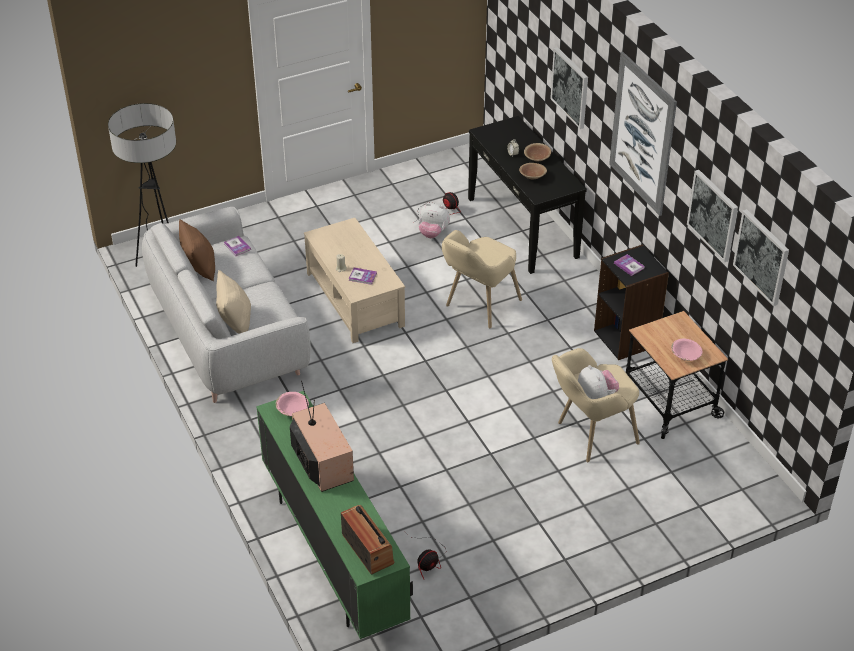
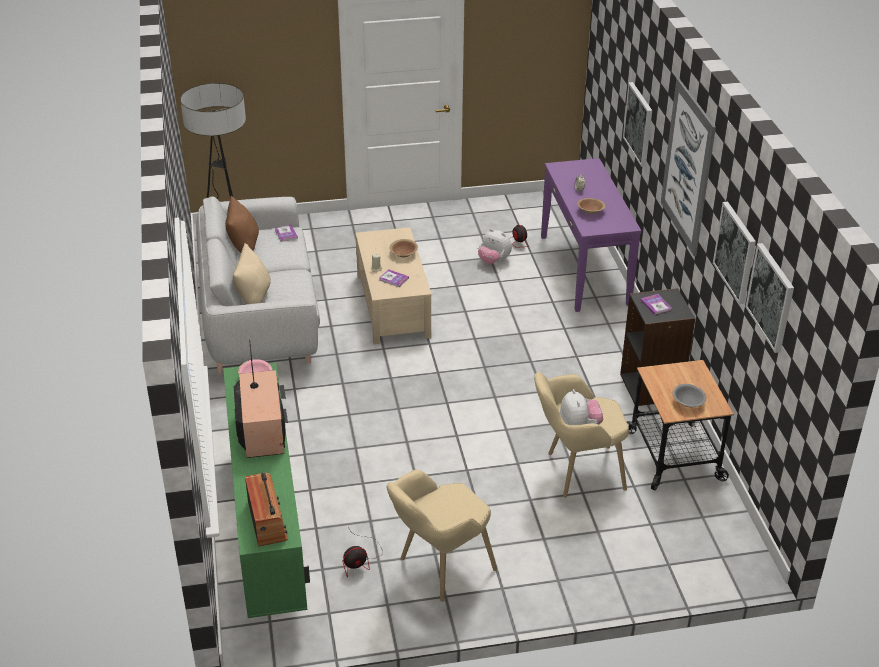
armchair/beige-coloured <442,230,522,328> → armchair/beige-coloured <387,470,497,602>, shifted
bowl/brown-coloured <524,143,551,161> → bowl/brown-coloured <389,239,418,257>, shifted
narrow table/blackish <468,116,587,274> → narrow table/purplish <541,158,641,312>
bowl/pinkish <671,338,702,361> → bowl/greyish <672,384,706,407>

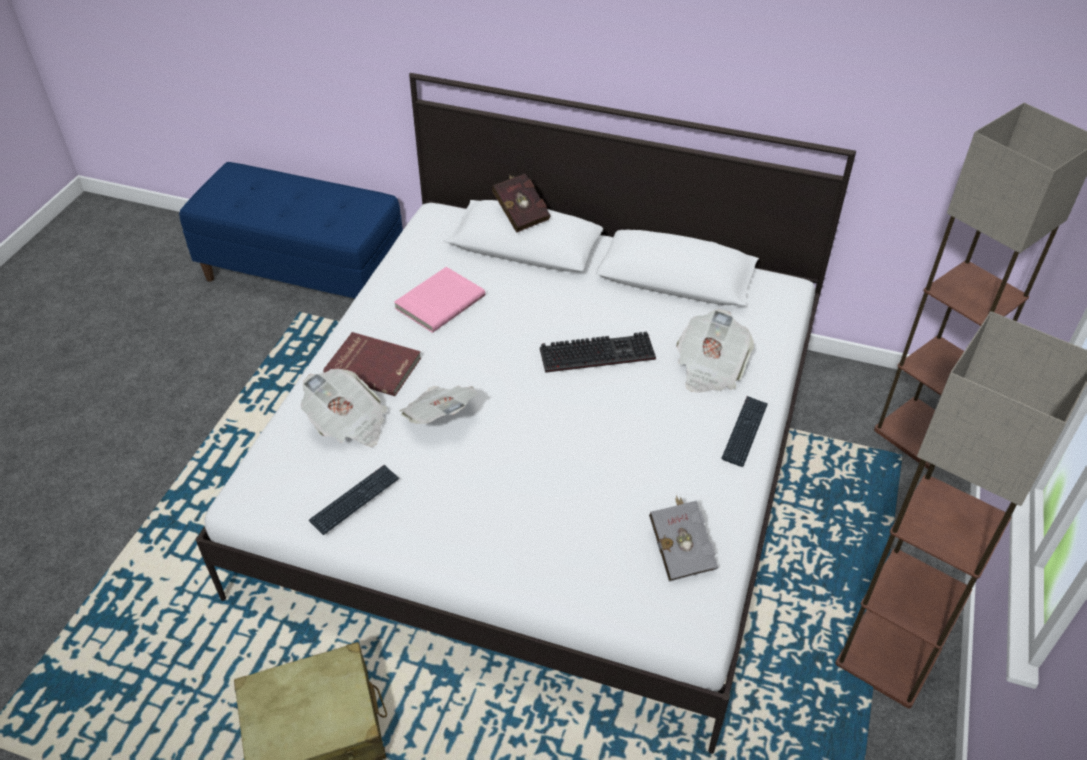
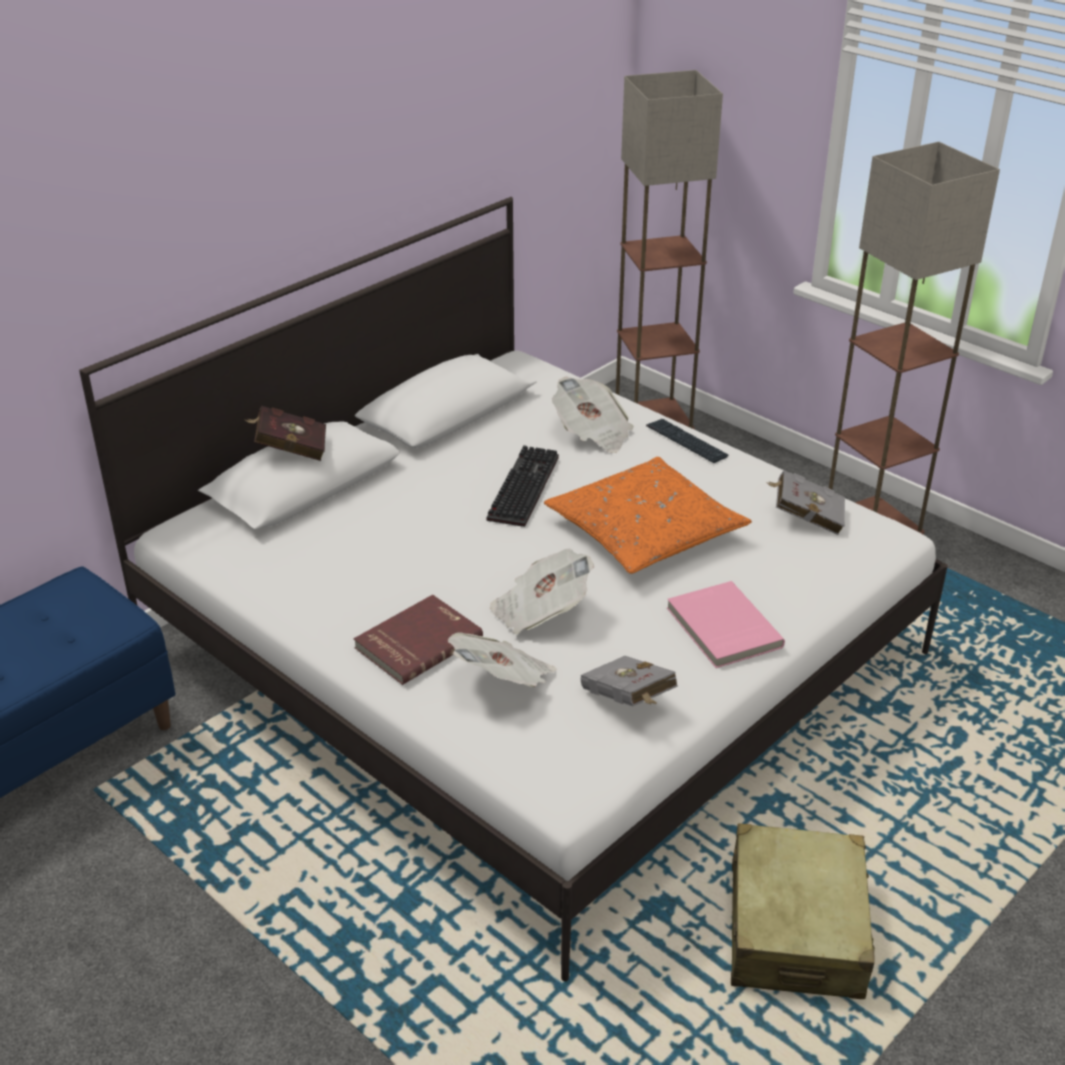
- → cushion/orange-coloured <544,457,752,574>
volume/pinkish <394,267,485,333> → volume/pinkish <667,581,785,668>, shifted
PC keyboard <309,465,400,535> → volume/greyish <581,656,678,707>

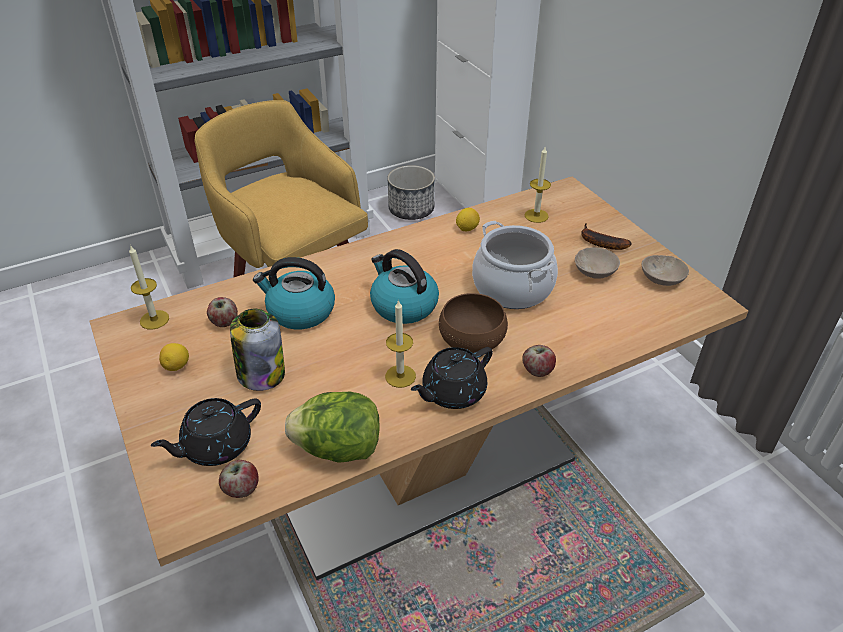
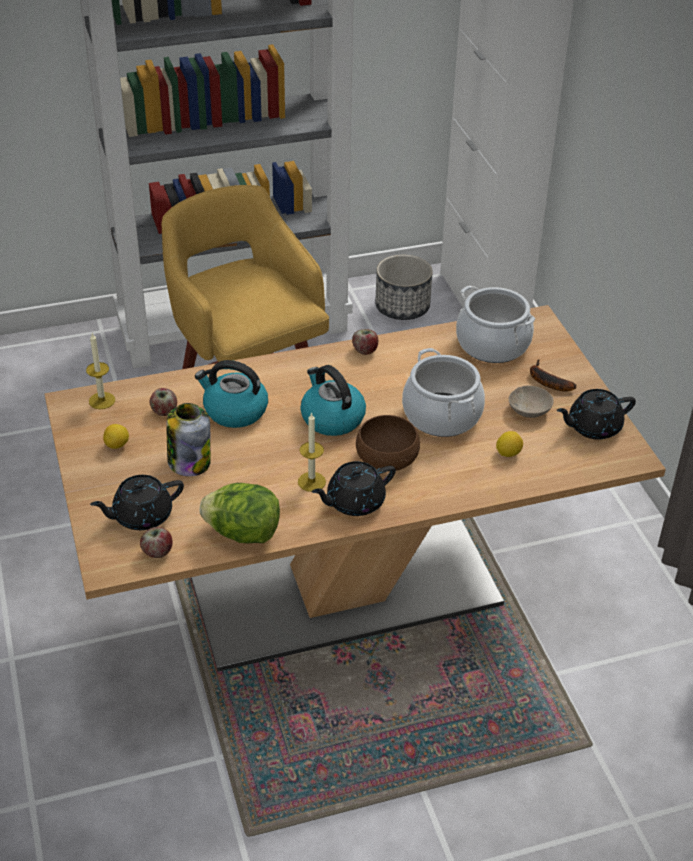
whole lemon <456,208,480,231> → whole lemon <496,431,523,457>, shifted
whole apple <522,345,556,377> → whole apple <352,329,378,355>, shifted
candle <525,147,551,223> → saucepot <456,285,535,363>
bowl/beige-coloured <642,255,689,286> → pot for tea/blackish <557,389,636,440>

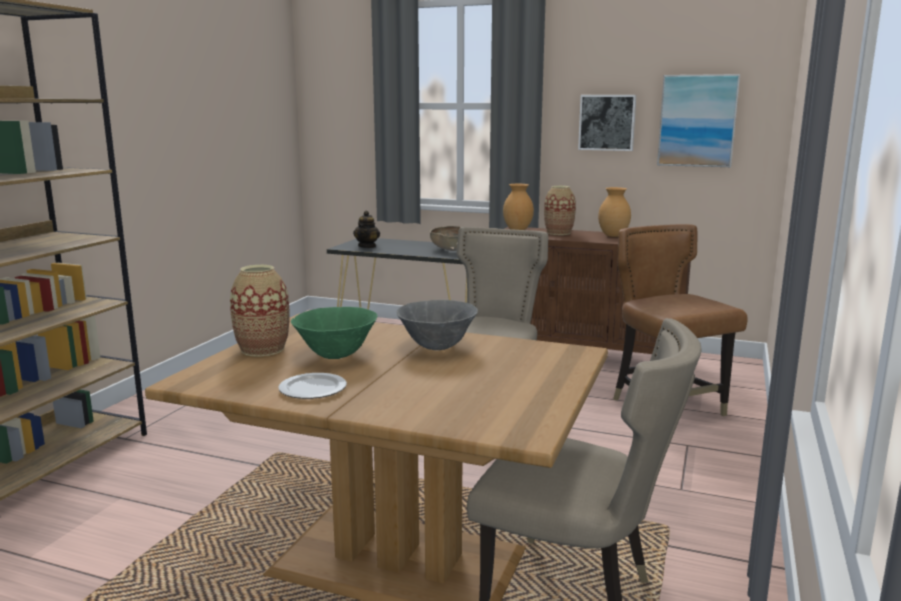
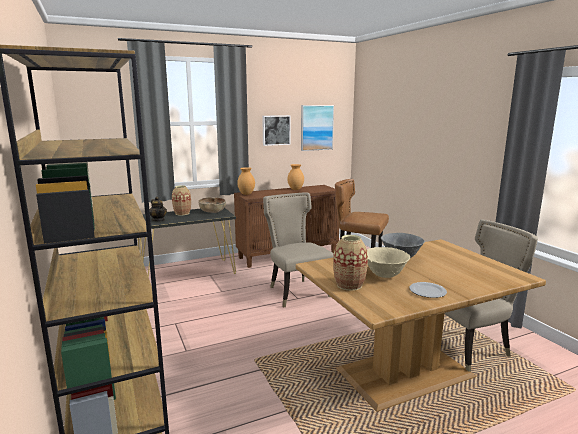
vase <544,186,576,235> → vase <172,185,191,215>, shifted
bowl/green <291,307,377,359> → bowl/beige-coloured <367,247,410,278>

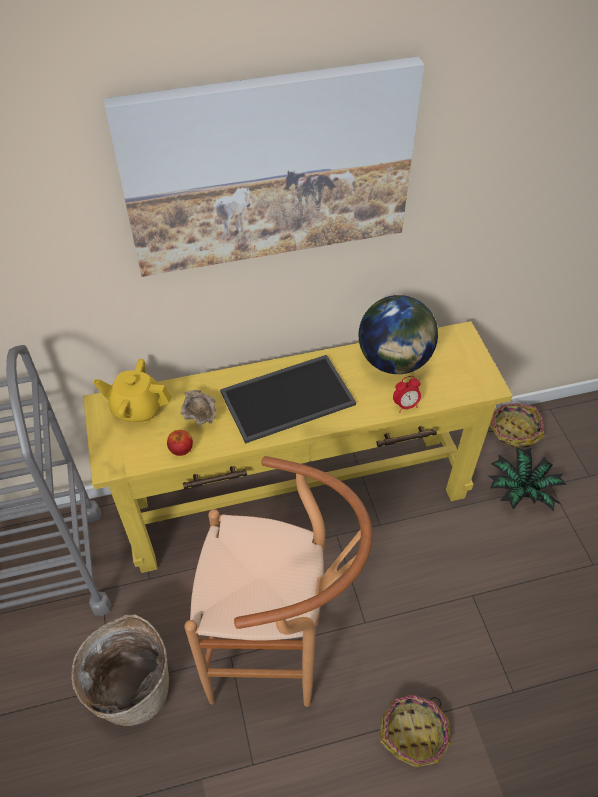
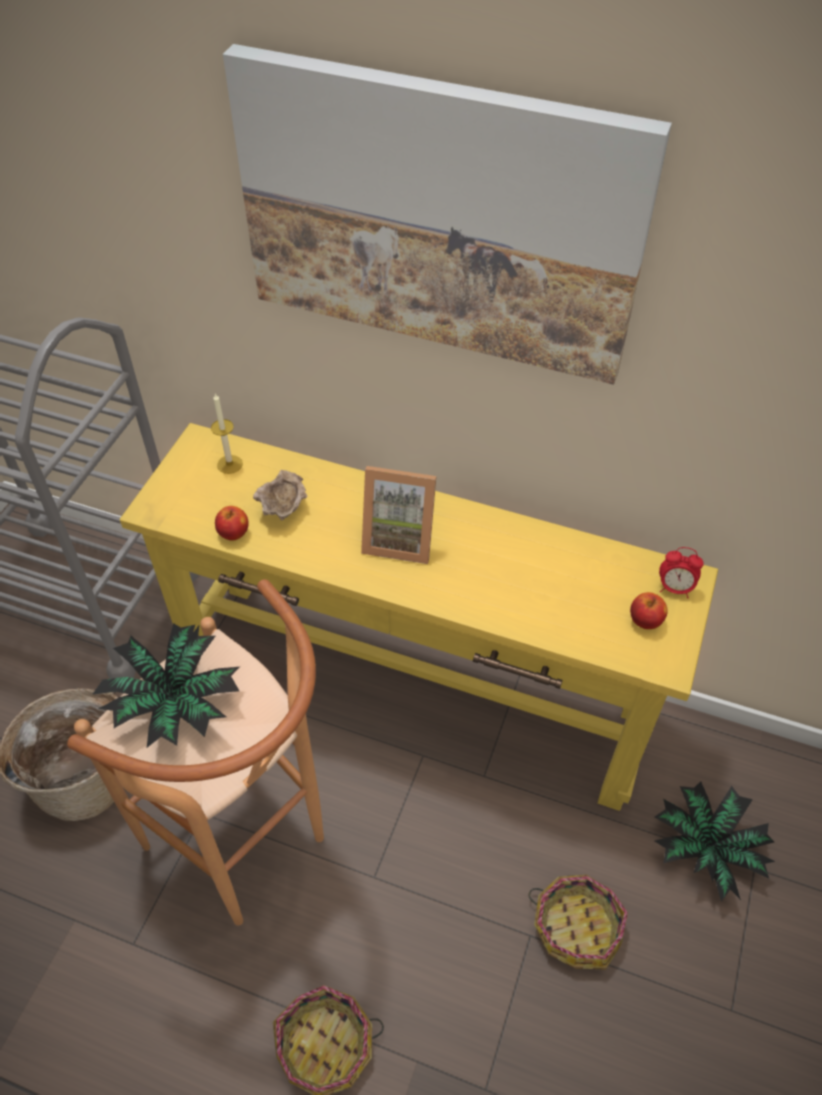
globe <359,295,438,374> → -
- → houseplant <92,623,239,747>
- → whole apple <630,592,668,629>
alarm clock <393,376,421,412> → alarm clock <659,547,704,598>, shifted
basket <487,403,544,448> → basket <528,875,628,970>, shifted
pot for tea/yellow-coloured <93,359,171,423> → candle <211,394,243,474>
tray <220,355,356,444> → photo frame <361,466,437,564>

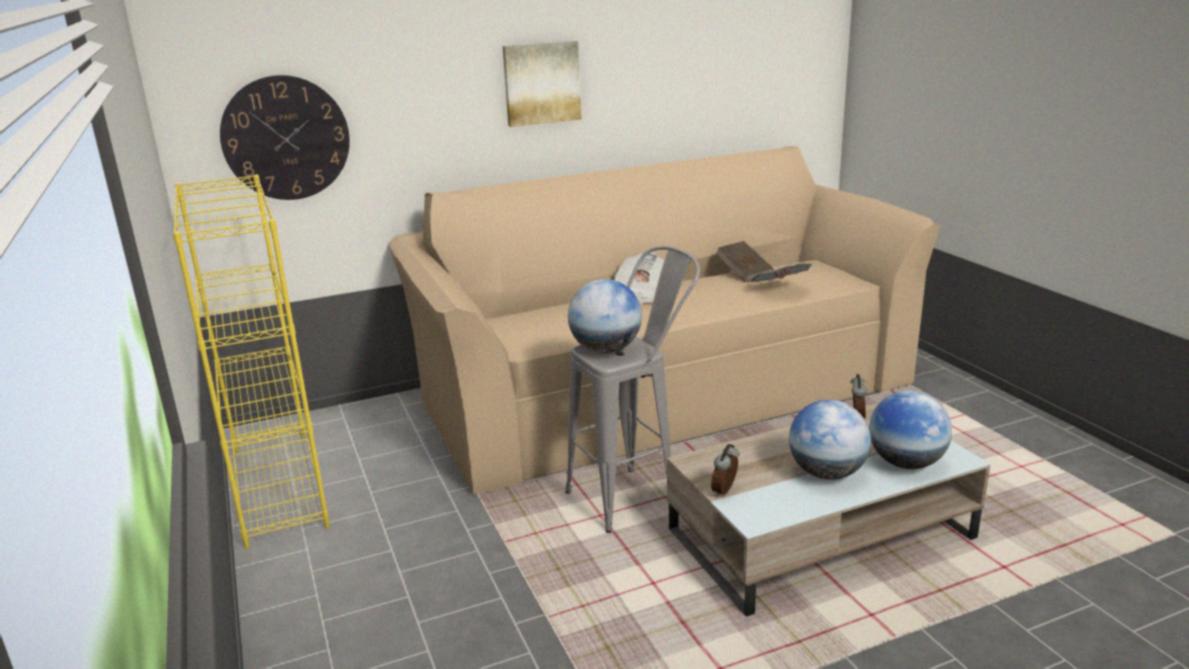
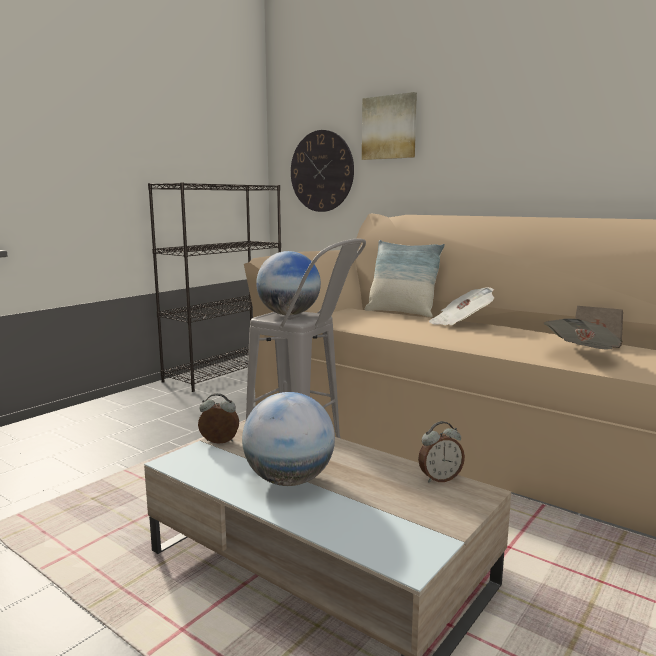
globe <869,390,952,469> → -
- → cushion <365,240,445,317>
picture <503,41,581,127> → picture <362,92,417,160>, shifted
shelving unit/yellow-coloured <173,175,330,549> → shelving unit/blackish <148,182,281,392>

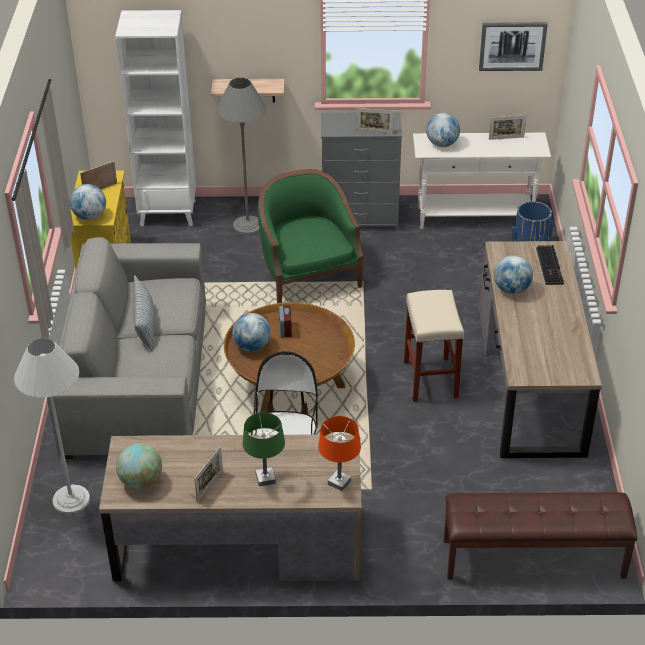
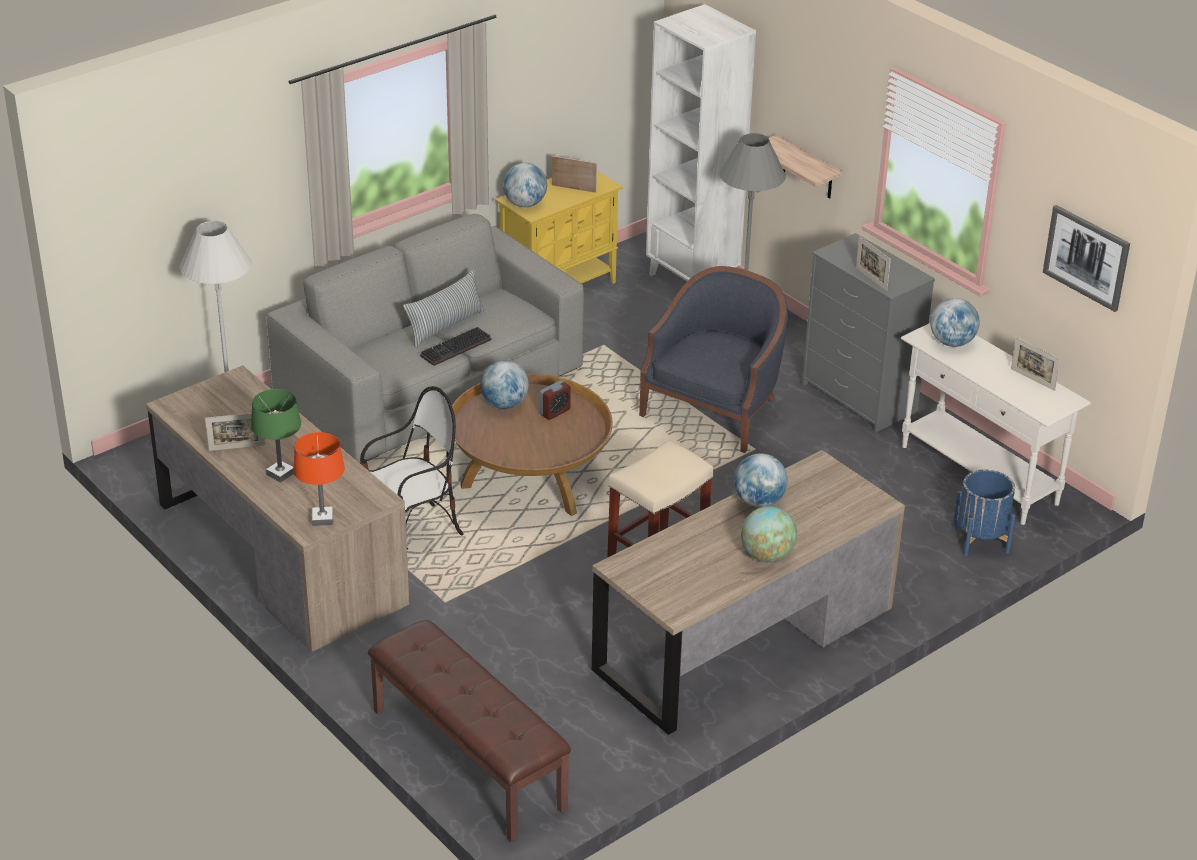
globe <116,443,162,489> → globe <741,506,797,562>, shifted
PC keyboard <536,245,564,285> → PC keyboard <420,327,492,366>, shifted
armchair/green <258,169,363,303> → armchair/blue-coloured <639,266,788,453>

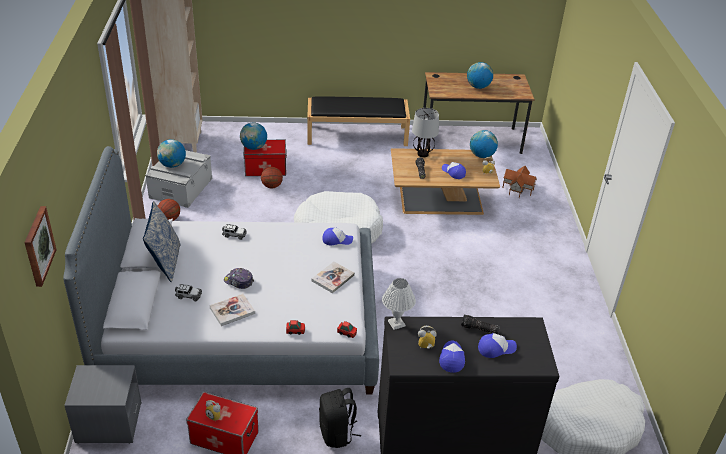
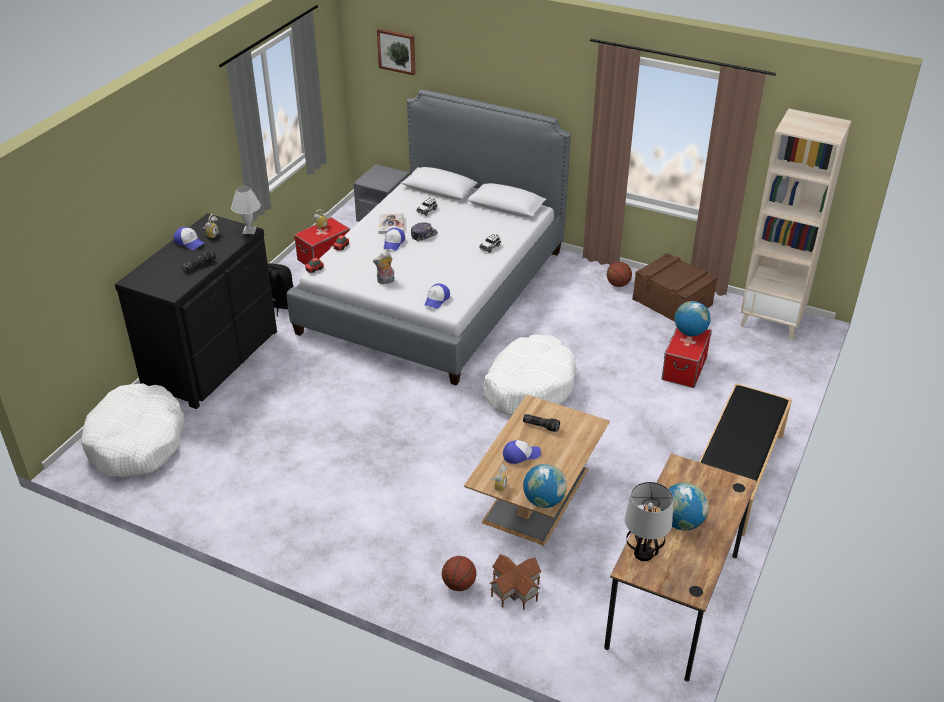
cushion <143,201,181,282> → -
globe <157,139,186,168> → -
ball for basketball <261,167,283,188> → ball for basketball <442,556,476,591>, shifted
lamp for a table <412,108,439,157> → lamp for a table <625,482,673,561>, shifted
cap <478,333,517,358> → cap <384,228,405,250>, shifted
volume <312,261,355,293> → cuddly toy <373,252,395,284>
storage container/greyish <145,150,212,208> → storage container/brown-coloured <632,253,717,322>

